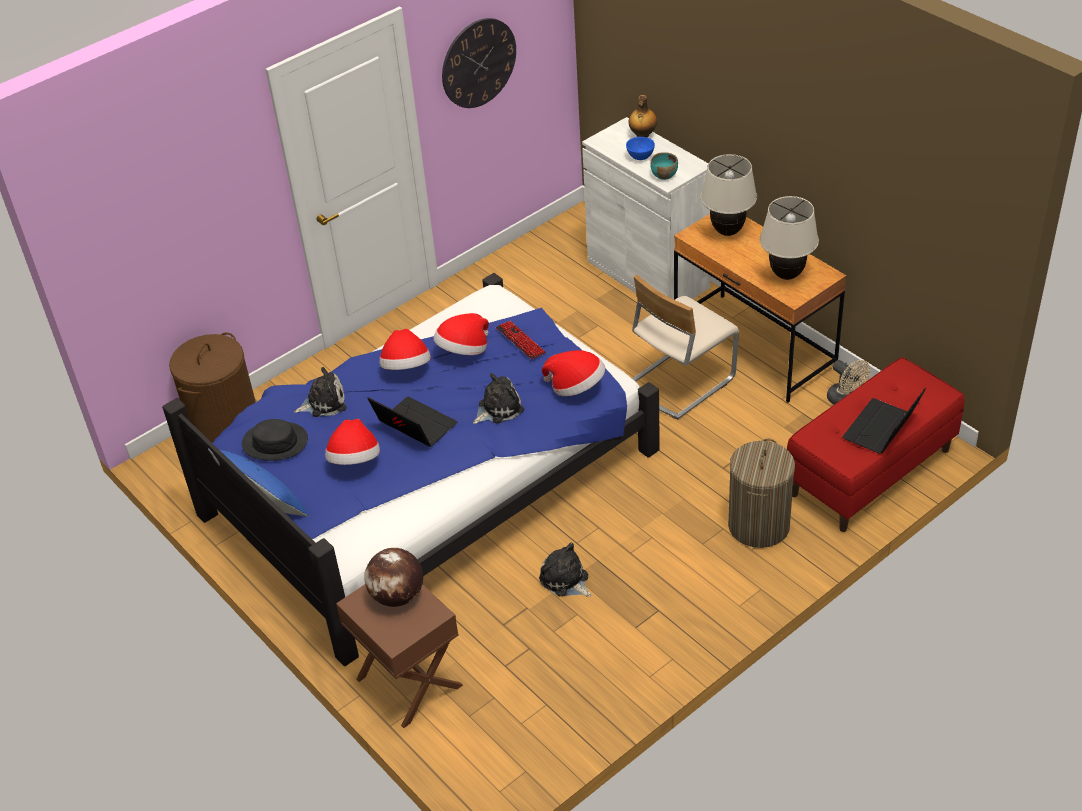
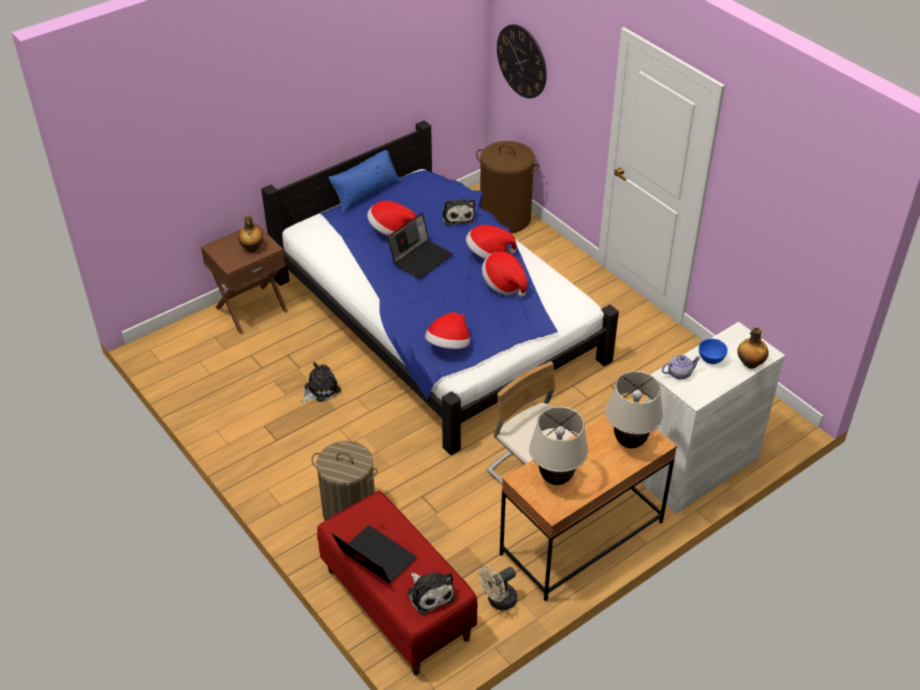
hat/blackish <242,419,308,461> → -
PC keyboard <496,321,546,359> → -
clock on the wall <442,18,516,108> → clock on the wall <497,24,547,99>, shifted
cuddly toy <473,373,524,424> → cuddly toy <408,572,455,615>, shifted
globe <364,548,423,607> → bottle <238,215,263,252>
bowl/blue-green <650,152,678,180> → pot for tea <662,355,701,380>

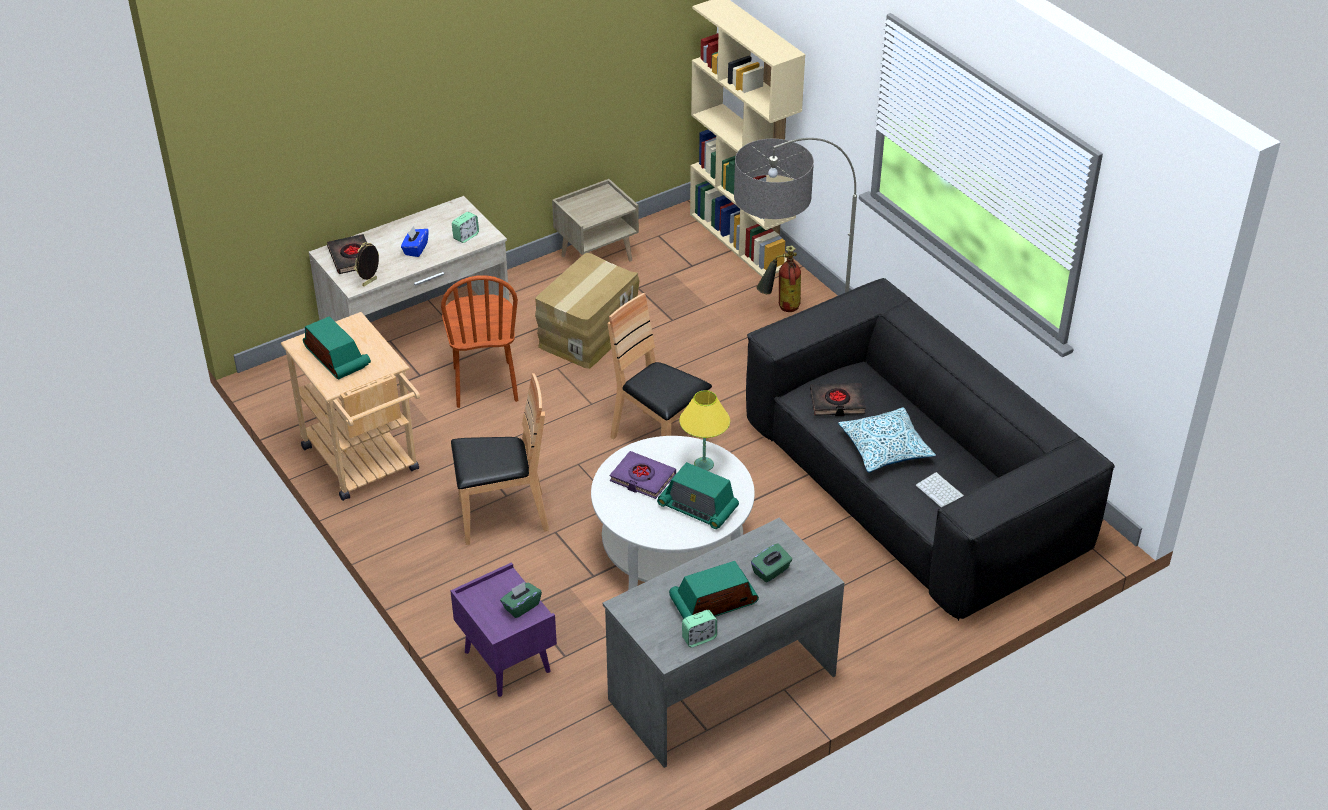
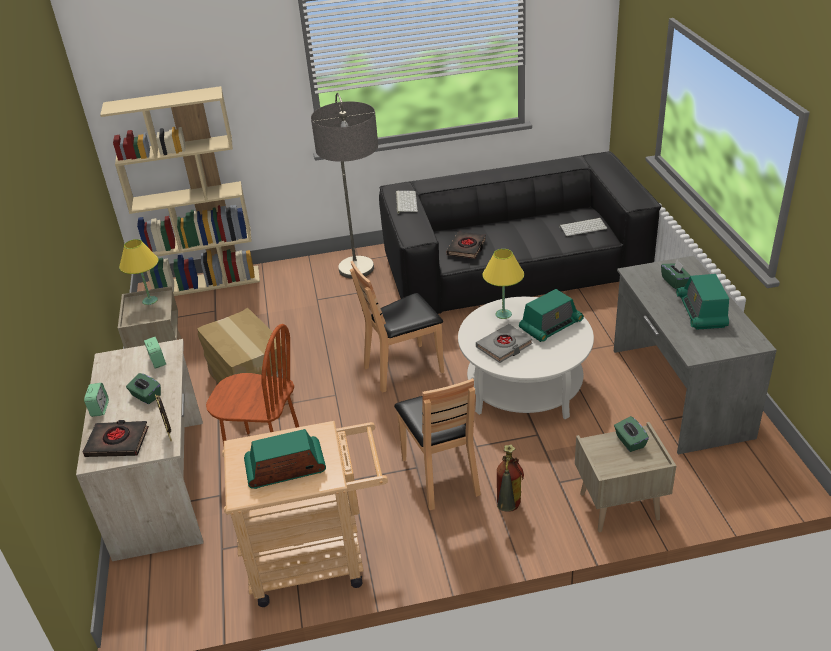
cushion <838,407,936,473> → -
- → lamp for a table/yellow-coloured <119,239,159,305>
- → PC keyboard <396,191,418,214>
alarm clock <682,610,717,647> → alarm clock <84,383,109,417>, shifted
fire extinguisher <757,245,801,312> → fire extinguisher <497,444,524,512>, shifted
tissue box/blue-coloured <401,226,429,257> → tissue box/green <126,373,161,404>
bedside table/purplish <450,562,557,697> → bedside table/beige-coloured <575,422,676,532>
volume/purplish <610,451,676,499> → volume/greyish <476,324,533,363>
plain chair/brown-coloured <451,373,549,545> → plain chair/brown-coloured <394,378,481,510>, 150 degrees clockwise

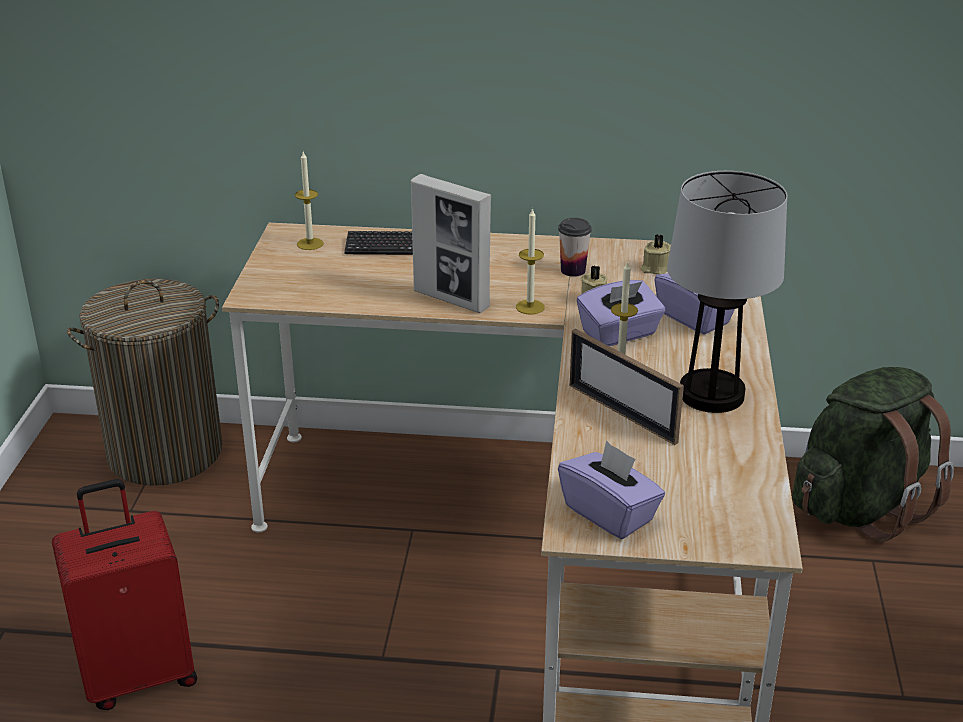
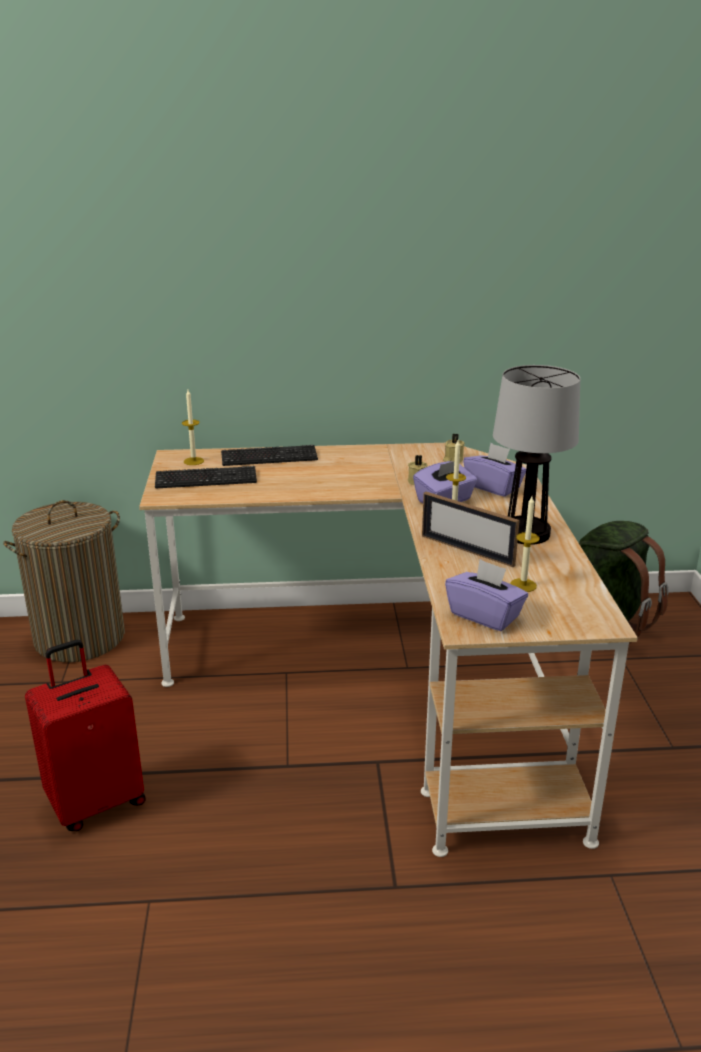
photo frame <411,174,491,313> → -
drinking cup <558,218,592,277> → -
- → PC keyboard <155,466,257,489>
candle <516,208,545,315> → candle <510,496,540,592>, shifted

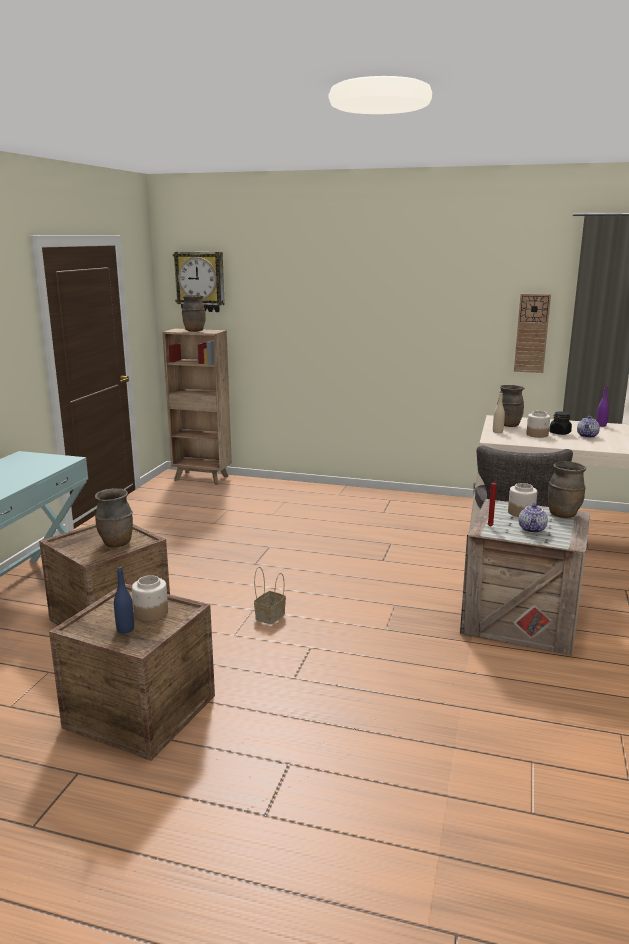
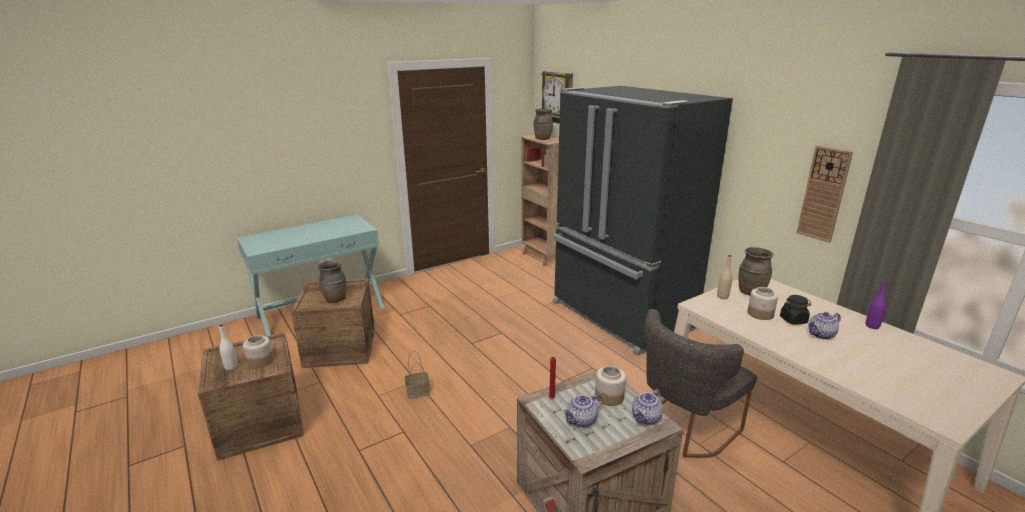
- → refrigerator/blackish <553,86,733,356>
vase/brown-coloured <548,461,586,518> → pot for tea <632,389,663,425>
bottle/blue-coloured <114,567,134,634> → bottle/whitish <219,324,238,370>

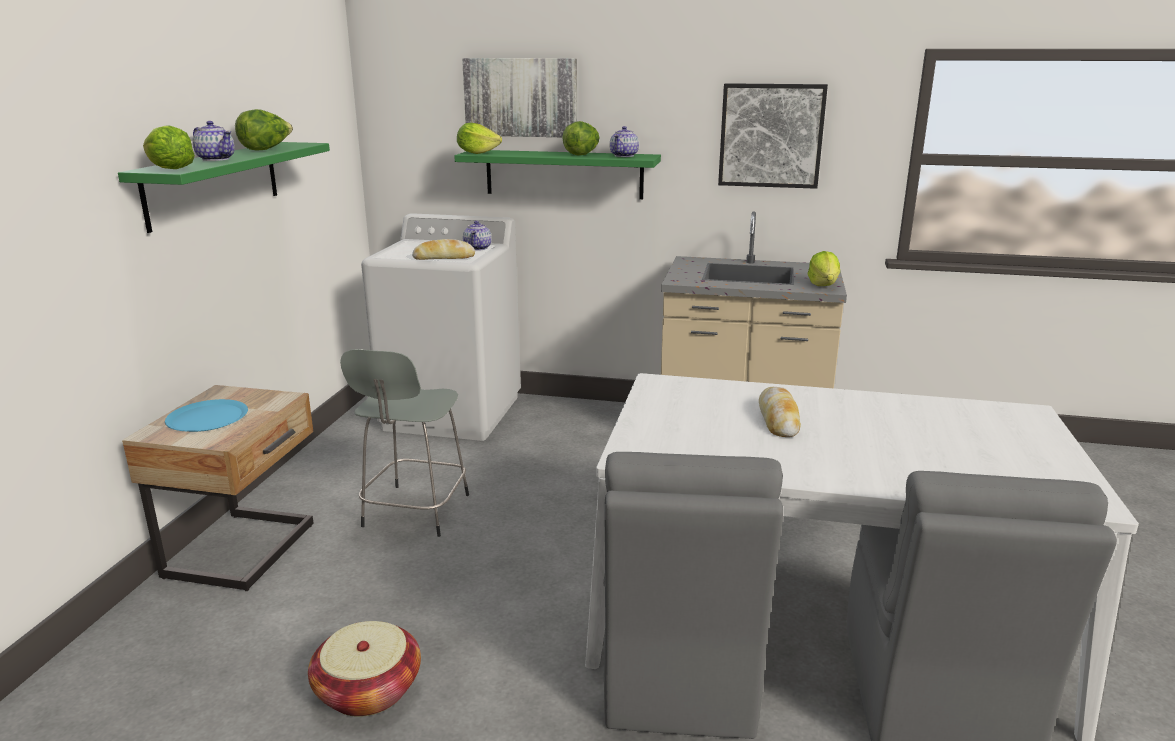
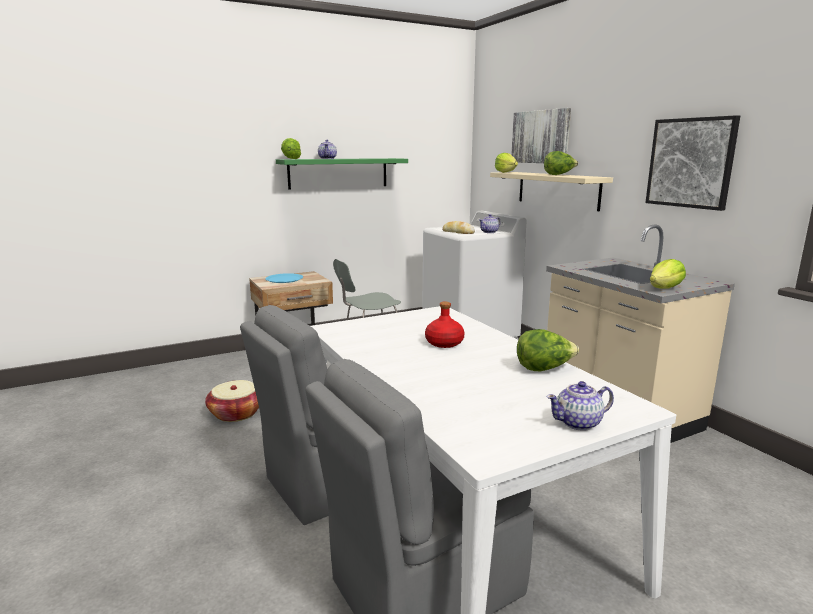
lettuce head <235,109,293,150> → lettuce head <517,329,579,371>, shifted
pot for tea <610,126,639,157> → pot for tea <547,381,614,431>, shifted
bakery bread <759,387,801,437> → bottle/red-coloured <425,301,464,348>
bracket shelf/green <454,150,661,199> → bracket shelf/beige-coloured <490,172,613,211>

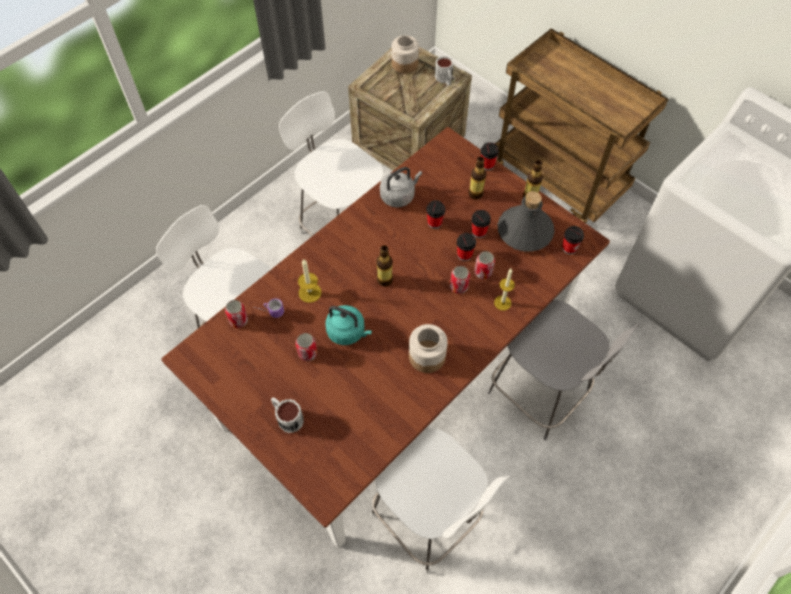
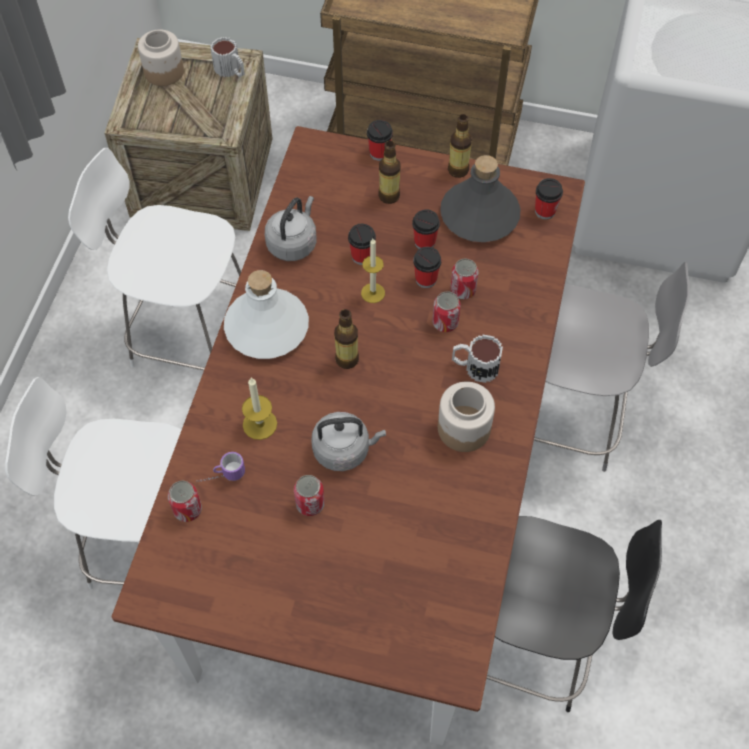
- → bottle/whitish <224,270,309,359>
coffee mug <271,397,304,433> → coffee mug <452,335,503,383>, shifted
candle <494,269,515,311> → candle <361,239,385,303>, shifted
tea kettle/blue-green <325,305,372,345> → tea kettle/greyish <311,412,386,471>
plain chair/whitish <371,428,510,574> → plain chair/blackish <486,516,662,712>

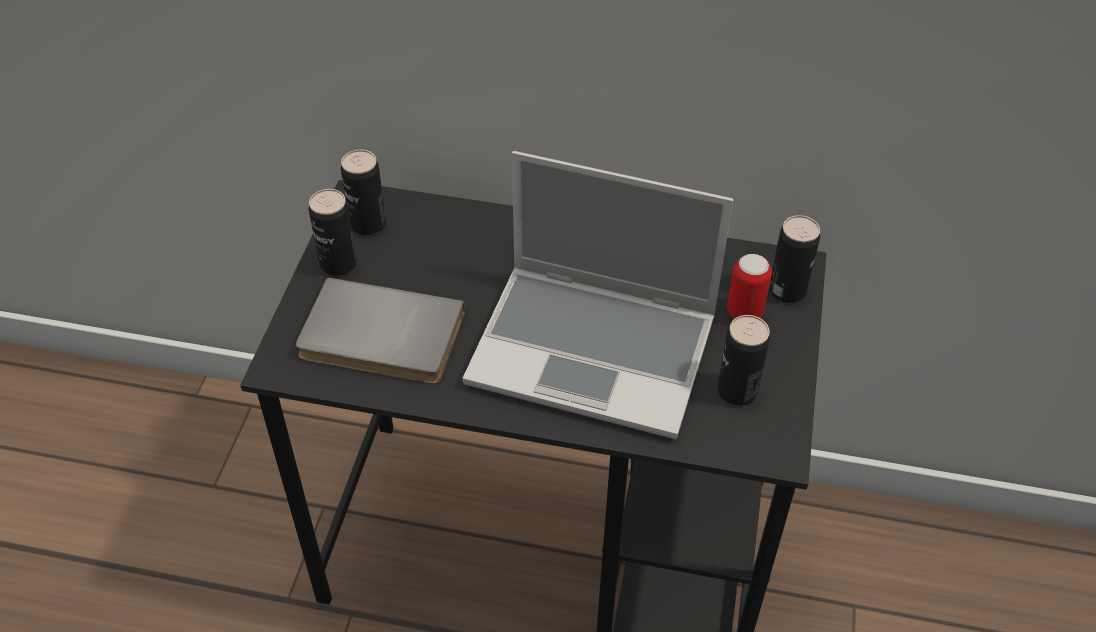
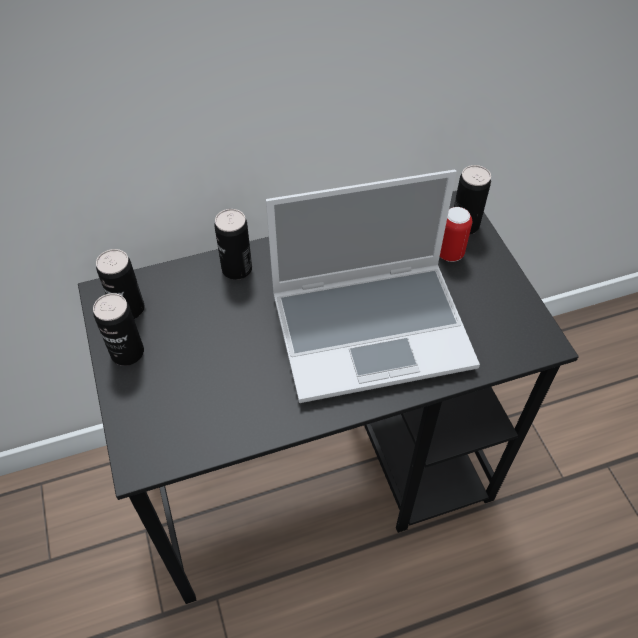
volume/greyish <296,277,465,384> → -
sealed can <717,315,770,406> → sealed can <214,209,252,280>, shifted

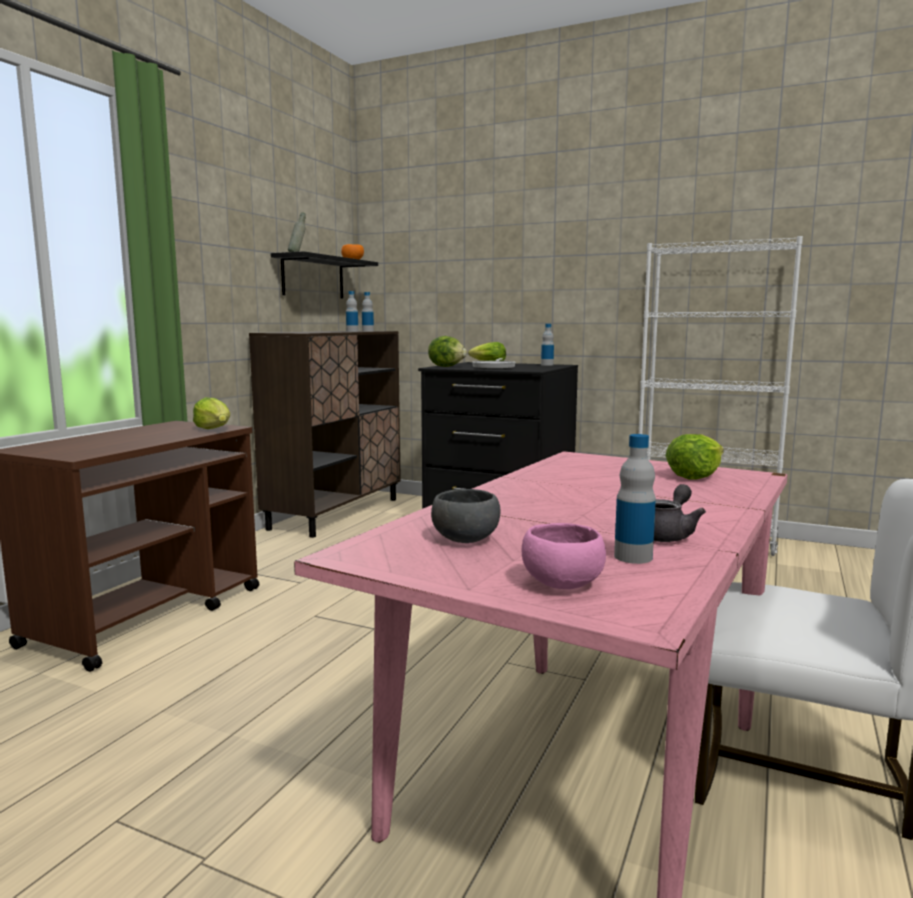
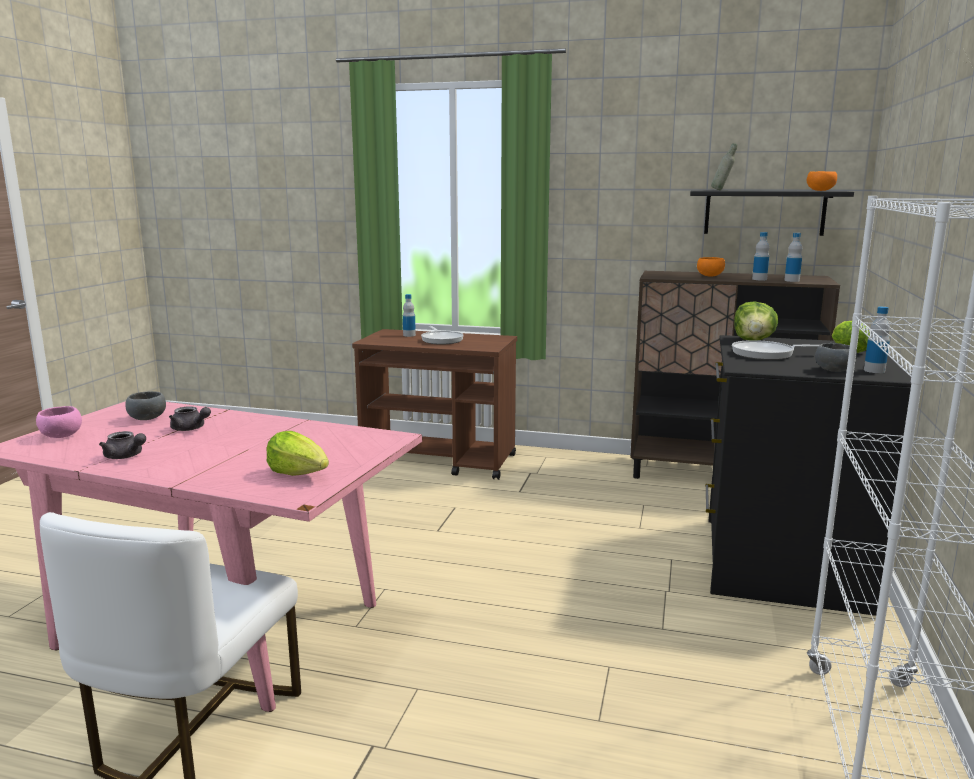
lettuce head <193,397,230,429> → -
- → pot for tea/greyish <169,406,211,431>
- → pan <421,326,464,345>
- → bowl/orange-coloured <697,257,725,277>
- → bowl/greyish <815,343,857,372>
bottle <614,434,656,564> → bottle <403,294,416,337>, shifted

